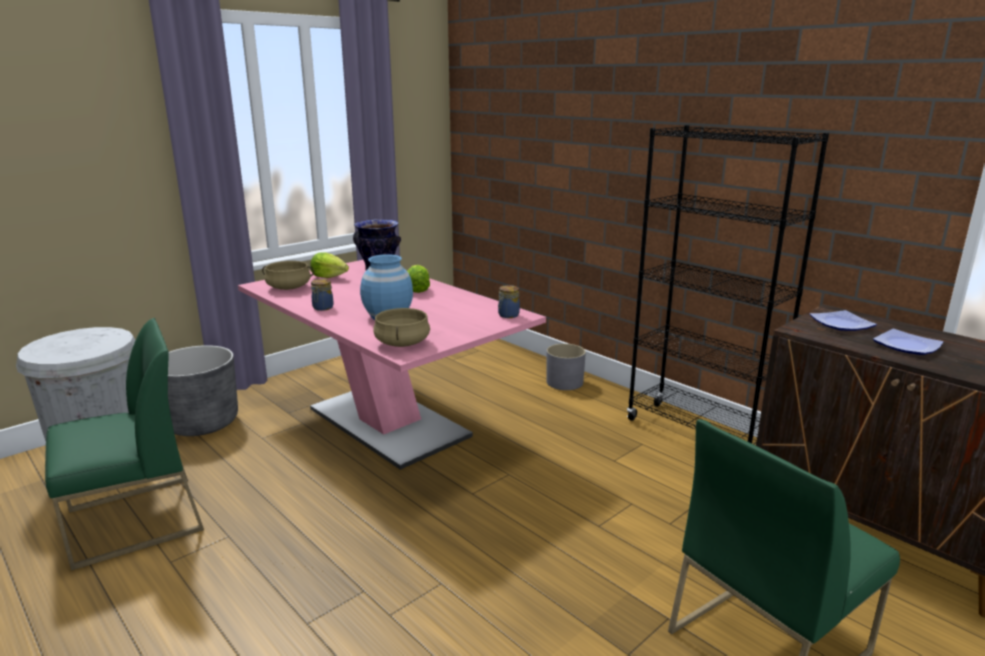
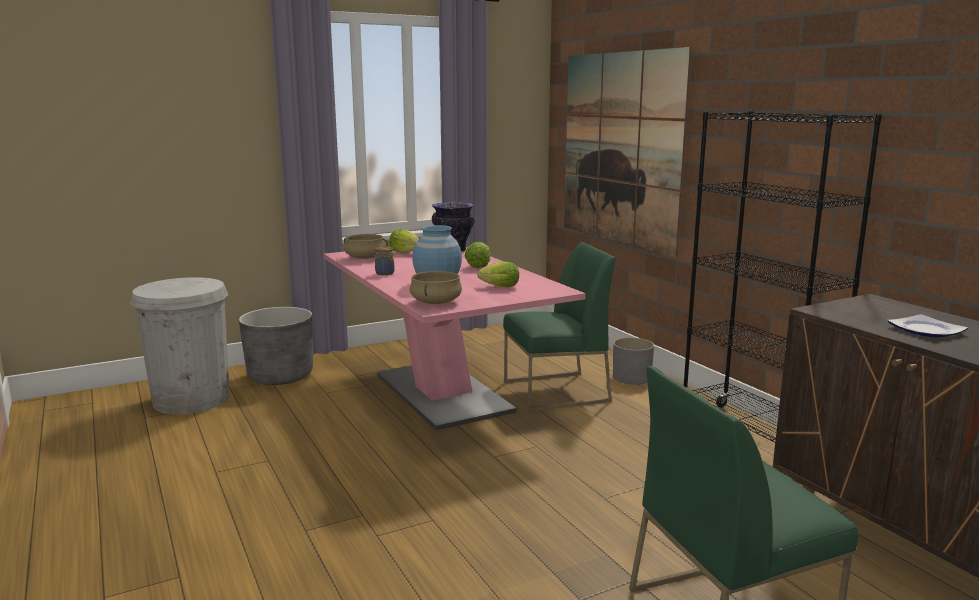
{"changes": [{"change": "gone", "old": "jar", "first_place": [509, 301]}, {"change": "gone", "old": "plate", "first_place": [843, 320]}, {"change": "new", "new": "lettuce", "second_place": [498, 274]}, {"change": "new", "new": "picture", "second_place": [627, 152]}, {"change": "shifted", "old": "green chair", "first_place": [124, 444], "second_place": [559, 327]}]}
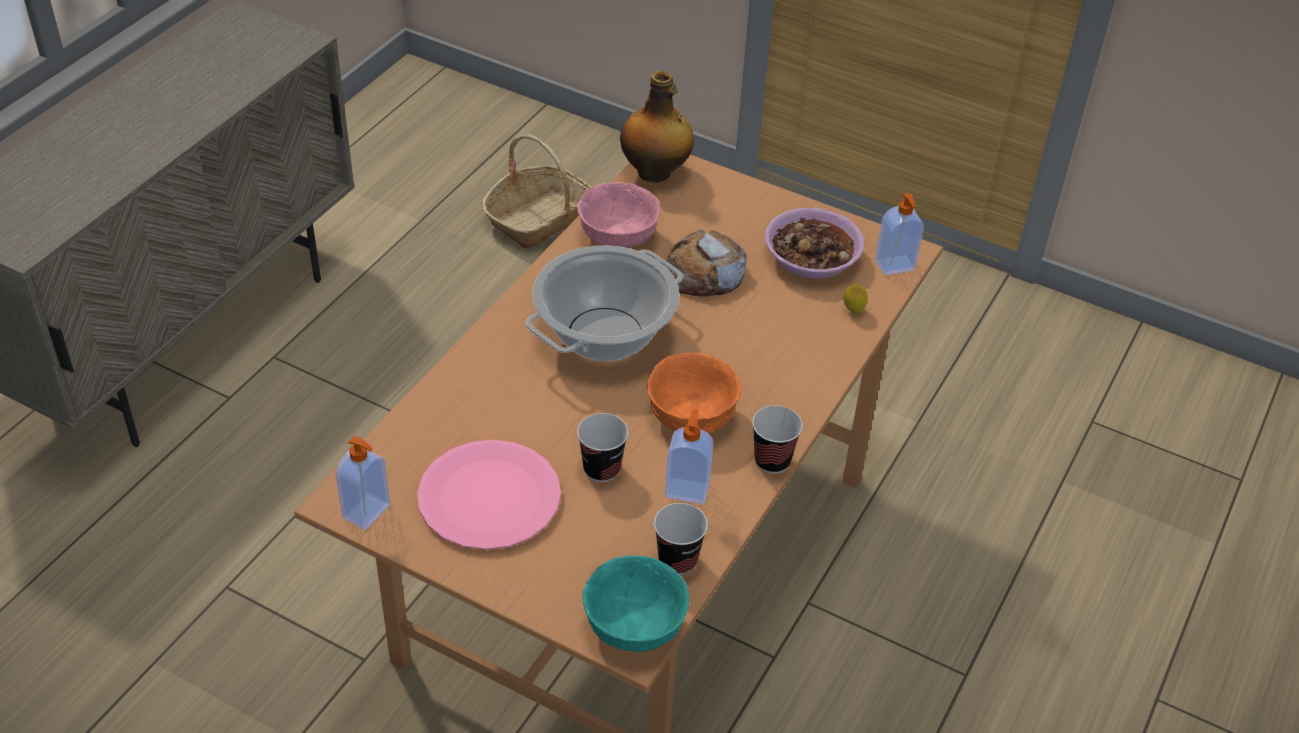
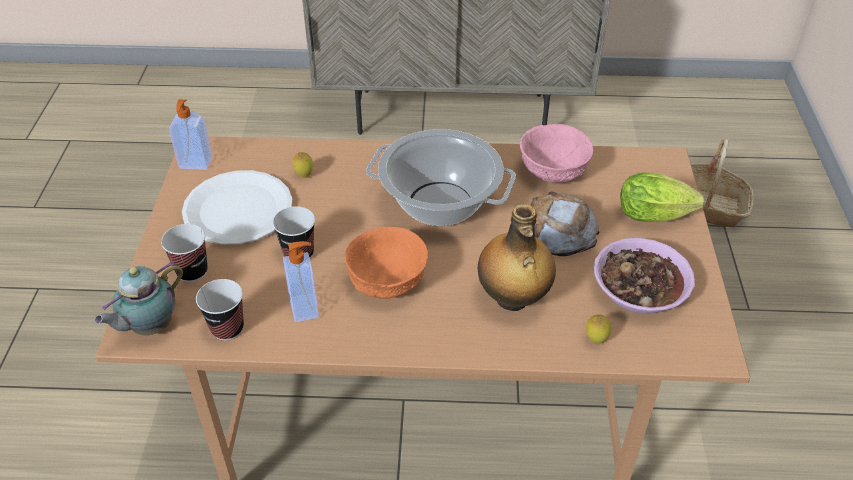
{"changes": [{"change": "gone", "old": "soap dispenser", "first_place": [899, 234]}, {"change": "new", "new": "lemon", "second_place": [303, 165]}, {"change": "new", "new": "lettuce", "second_place": [662, 197]}, {"change": "shifted", "old": "bottle", "first_place": [657, 126], "second_place": [517, 257]}, {"change": "shifted", "old": "cup", "first_place": [777, 439], "second_place": [184, 253]}, {"change": "swapped", "old": "turquoise bowl", "new": "teapot", "first_place": [636, 604], "second_place": [138, 298]}, {"change": "repainted", "old": "pink plate", "new": "white plate", "first_place": [489, 495], "second_place": [237, 207]}]}
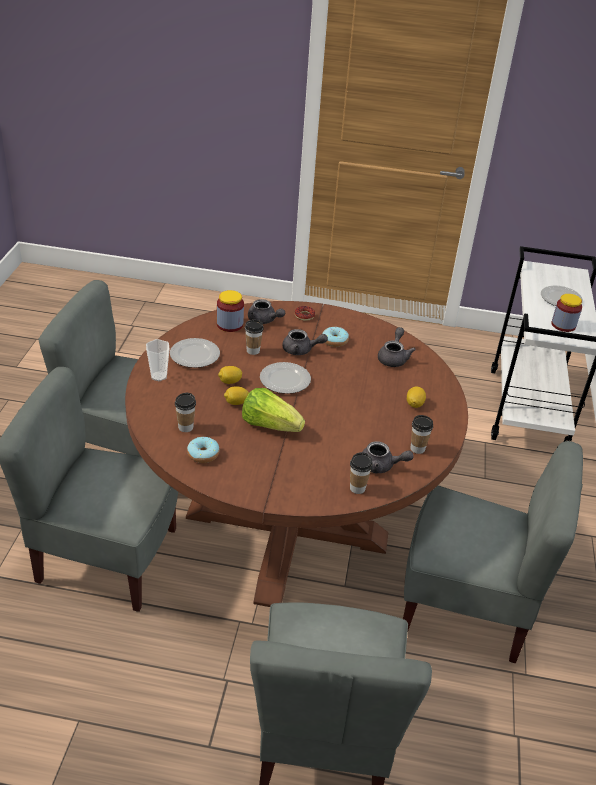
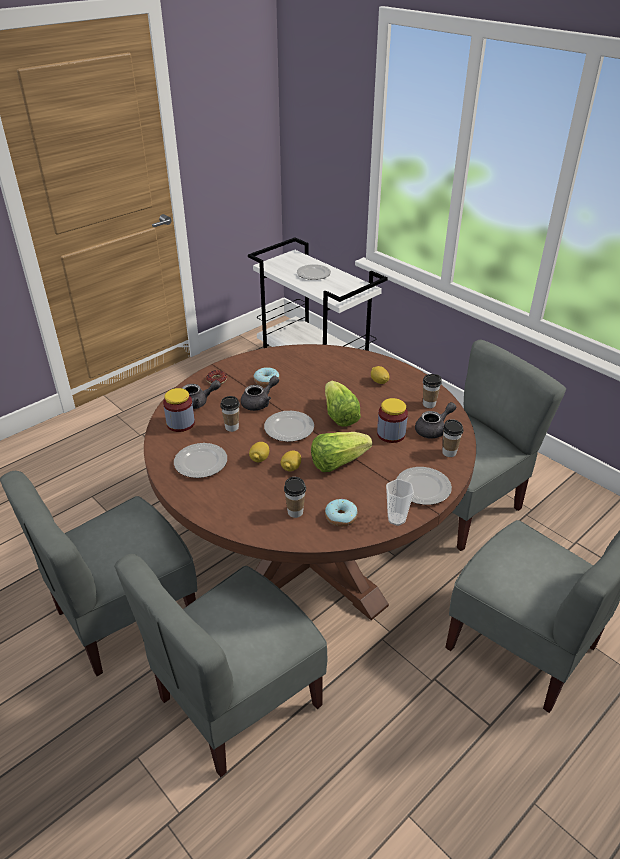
{"changes": [{"change": "gone", "old": "grey teapot", "first_place": [397, 347]}, {"change": "new", "new": "lettuce", "second_place": [343, 404]}, {"change": "new", "new": "plate", "second_place": [424, 486]}, {"change": "shifted", "old": "cup", "first_place": [158, 360], "second_place": [400, 502]}, {"change": "shifted", "old": "jar", "first_place": [566, 313], "second_place": [392, 420]}]}
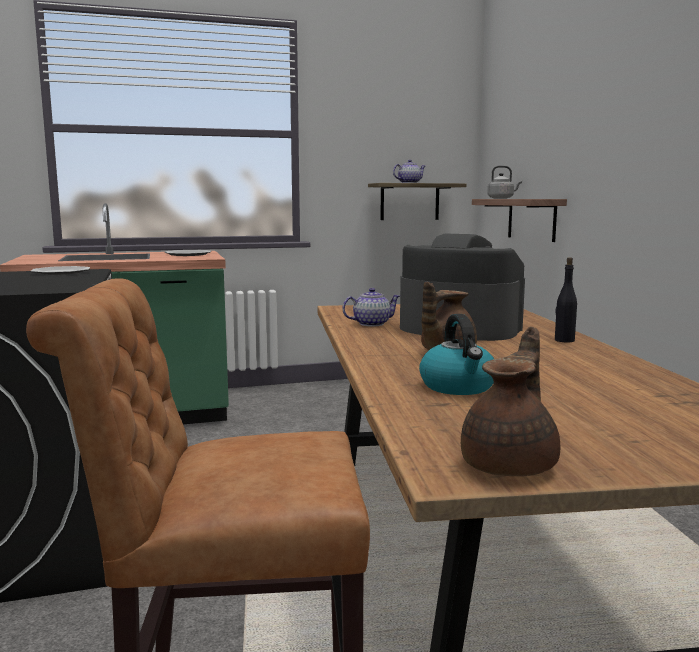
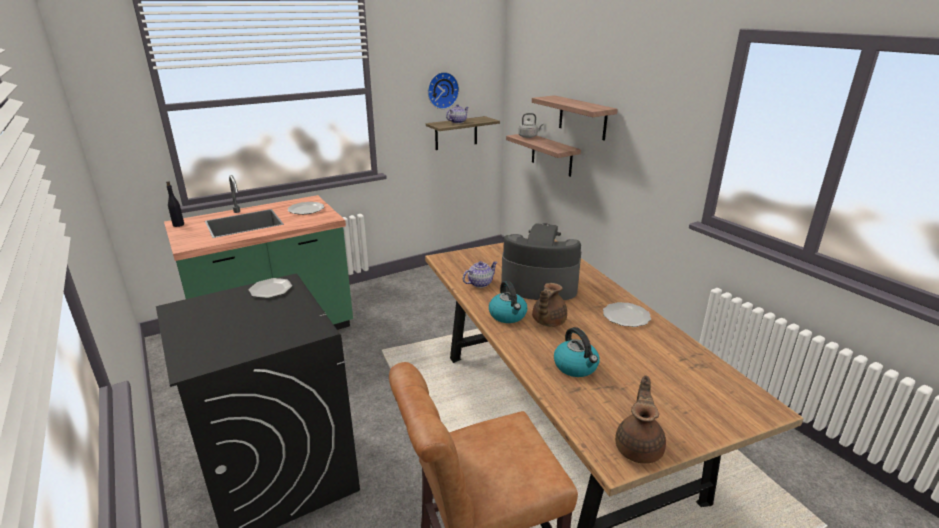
{"changes": [{"change": "new", "new": "wall clock", "second_place": [443, 90]}, {"change": "new", "new": "kettle", "second_place": [508, 302]}, {"change": "new", "new": "shelf", "second_place": [575, 118]}, {"change": "new", "new": "plate", "second_place": [627, 314]}, {"change": "shifted", "old": "black bottle", "first_place": [566, 299], "second_place": [175, 204]}]}
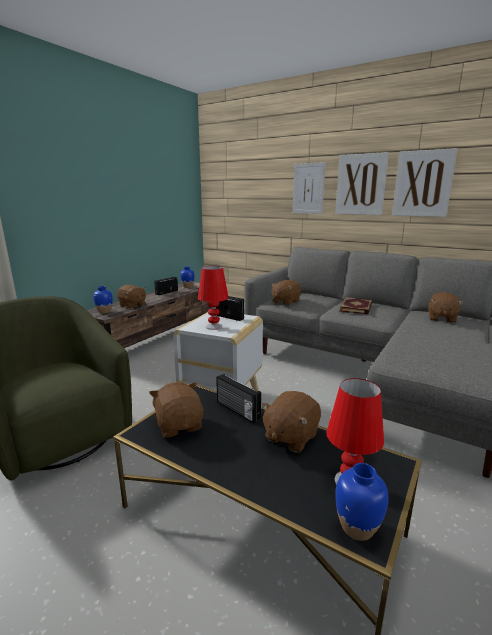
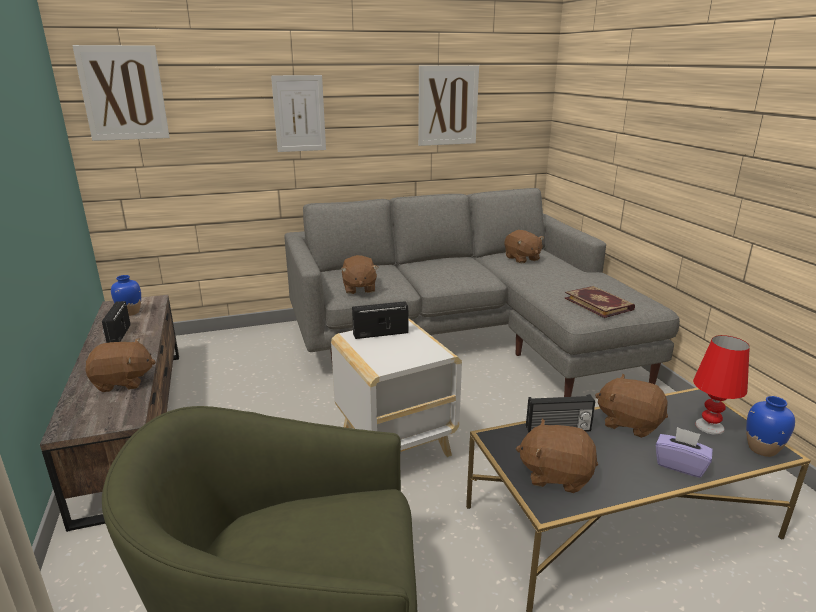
{"changes": [{"change": "gone", "old": "blue vase", "first_place": [103, 299]}, {"change": "gone", "old": "red table lamp", "first_place": [213, 298]}, {"change": "new", "new": "purple tissue box", "second_place": [684, 452]}, {"change": "shifted", "old": "picture", "first_place": [362, 183], "second_place": [121, 93]}, {"change": "shifted", "old": "book", "first_place": [355, 305], "second_place": [600, 302]}, {"change": "rotated", "old": "brown plush toy", "first_place": [291, 422], "second_place": [631, 406], "degrees": 135}]}
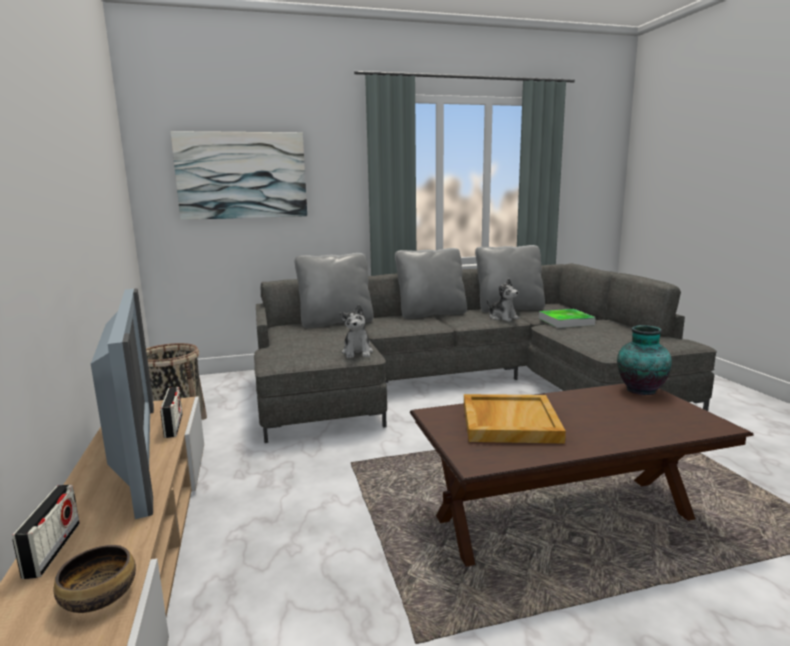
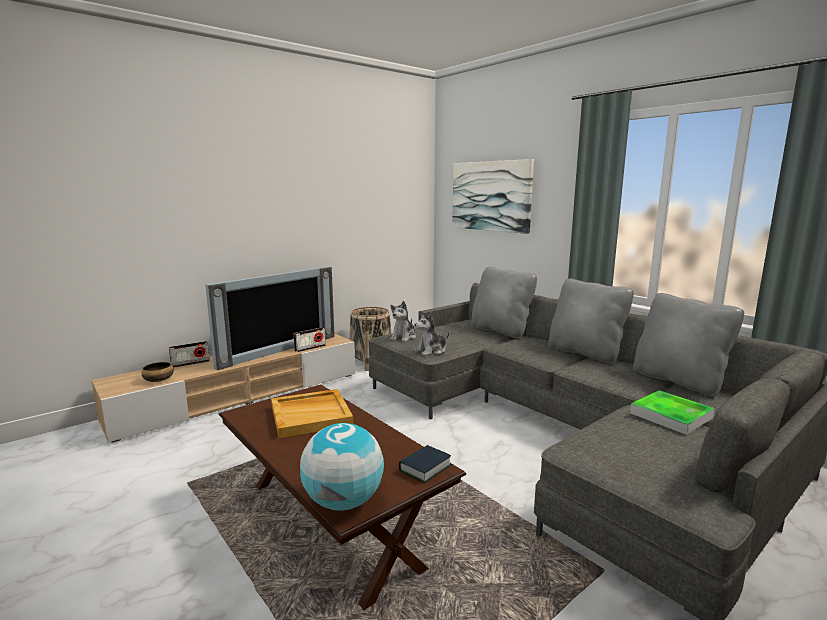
{"changes": [{"change": "new", "new": "globe", "second_place": [342, 467]}, {"change": "shifted", "old": "plush toy", "first_place": [503, 300], "second_place": [403, 321]}, {"change": "swapped", "old": "vase", "new": "book", "first_place": [644, 360], "second_place": [425, 464]}]}
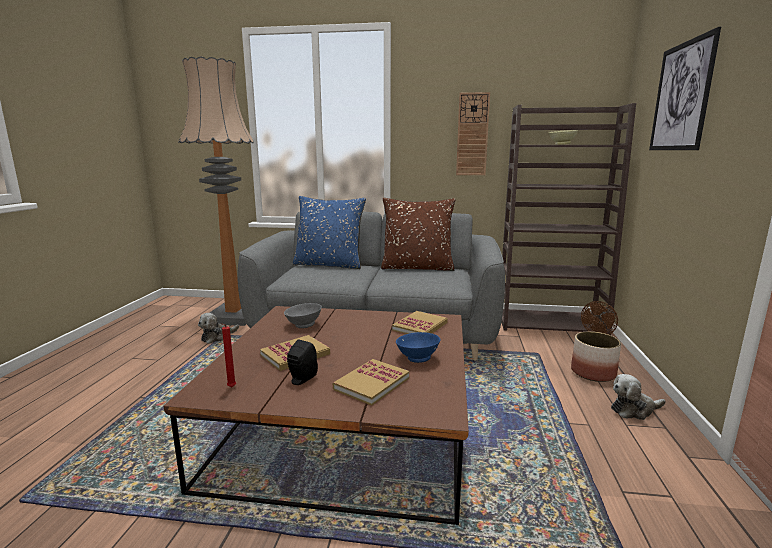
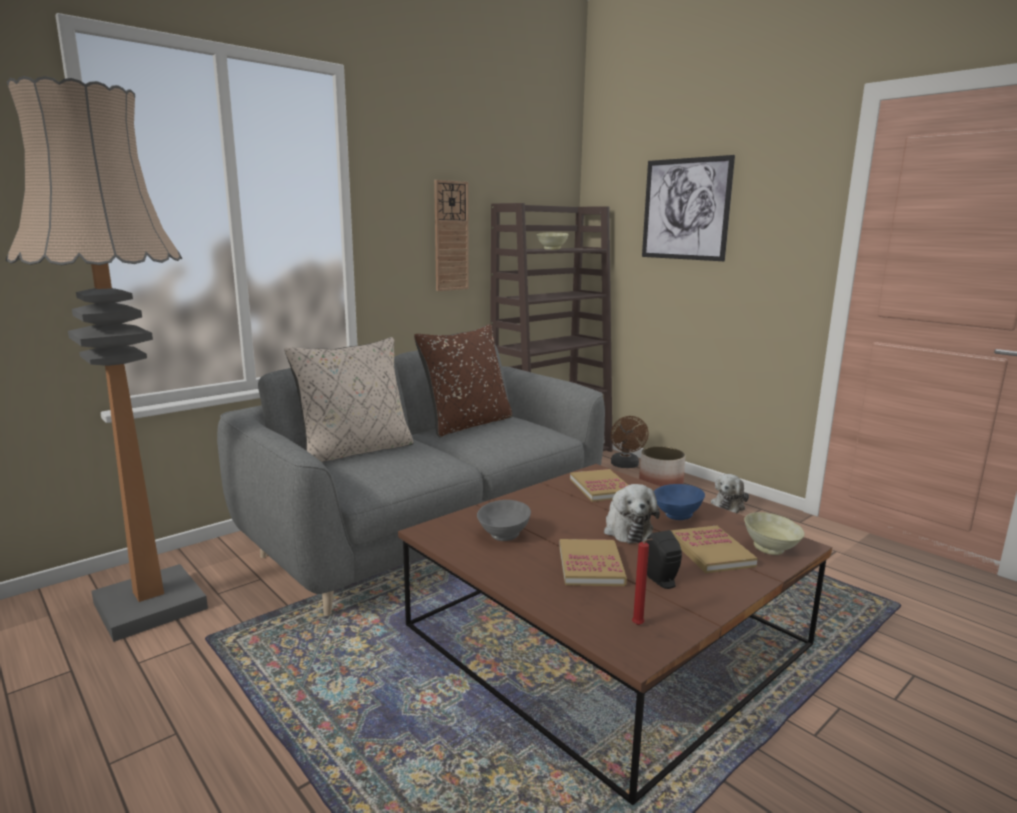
{"changes": [{"change": "new", "new": "beige bowl", "second_place": [774, 533]}, {"change": "shifted", "old": "plush toy", "first_place": [218, 328], "second_place": [632, 514]}, {"change": "repainted", "old": "blue pillow", "new": "beige pillow", "first_place": [329, 232], "second_place": [349, 399]}]}
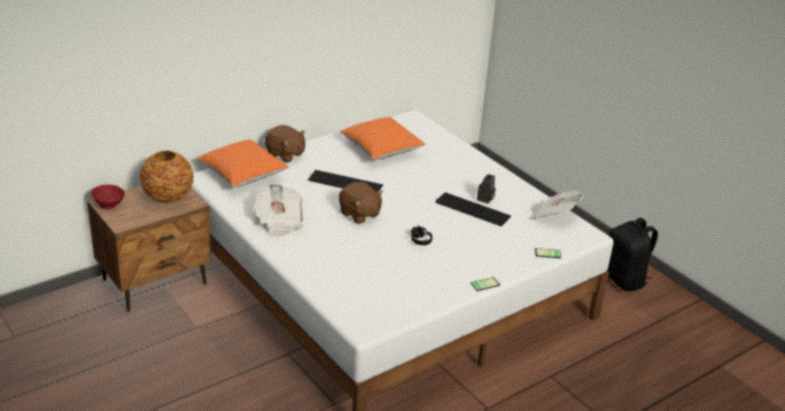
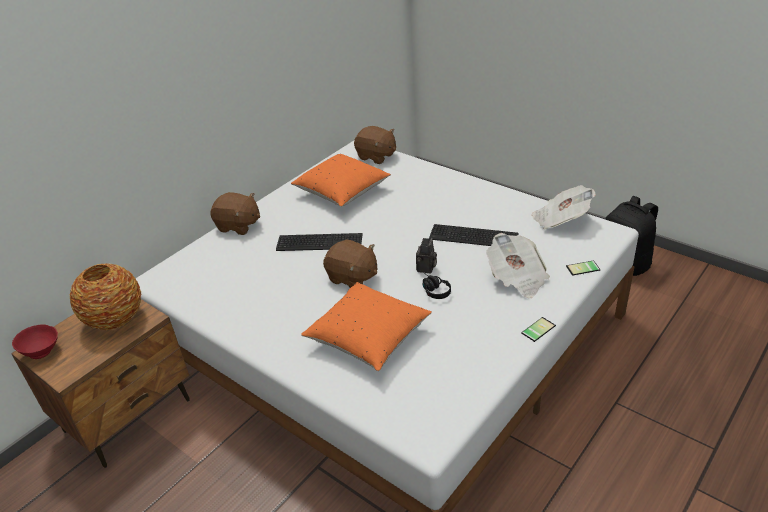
{"changes": [{"change": "new", "new": "brown plush toy", "second_place": [375, 145]}, {"change": "shifted", "old": "orange pillow", "first_place": [243, 163], "second_place": [366, 326]}, {"change": "shifted", "old": "newspaper", "first_place": [279, 210], "second_place": [518, 265]}, {"change": "shifted", "old": "photo camera", "first_place": [486, 189], "second_place": [426, 255]}]}
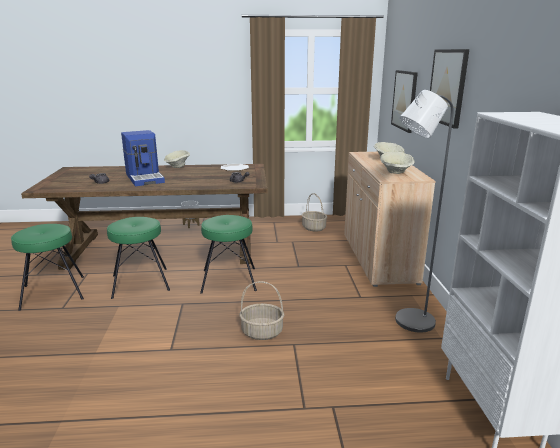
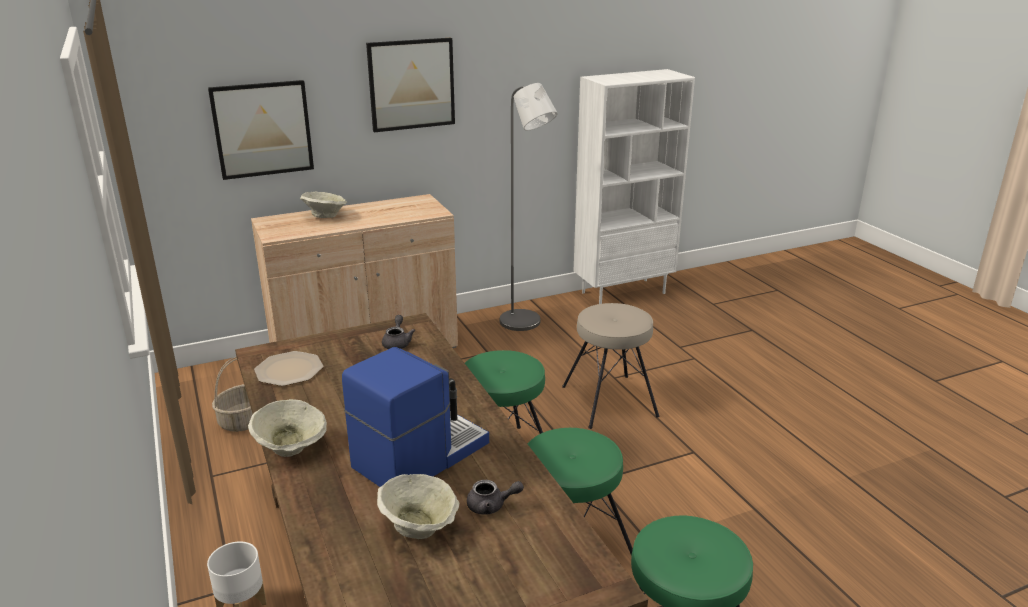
{"changes": [{"change": "shifted", "old": "beige bowl", "first_place": [397, 163], "second_place": [418, 506]}, {"change": "swapped", "old": "basket", "new": "beige stool", "first_place": [261, 310], "second_place": [611, 366]}]}
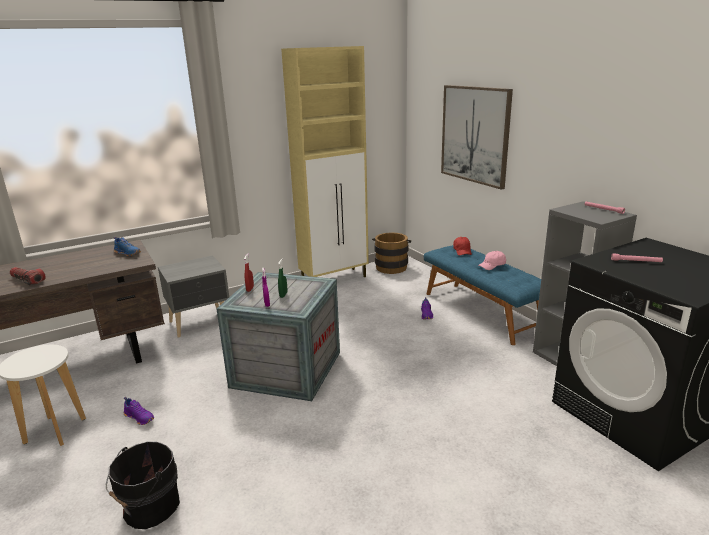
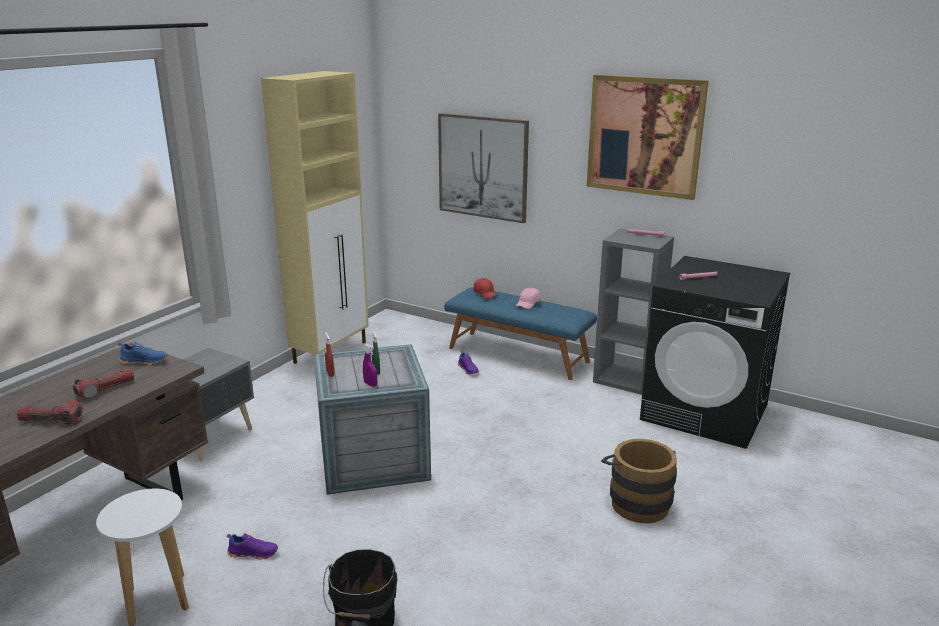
{"changes": [{"change": "new", "new": "flashlight", "second_place": [103, 383]}, {"change": "new", "new": "picture", "second_place": [648, 137]}, {"change": "shifted", "old": "brown bucket", "first_place": [391, 253], "second_place": [639, 481]}]}
